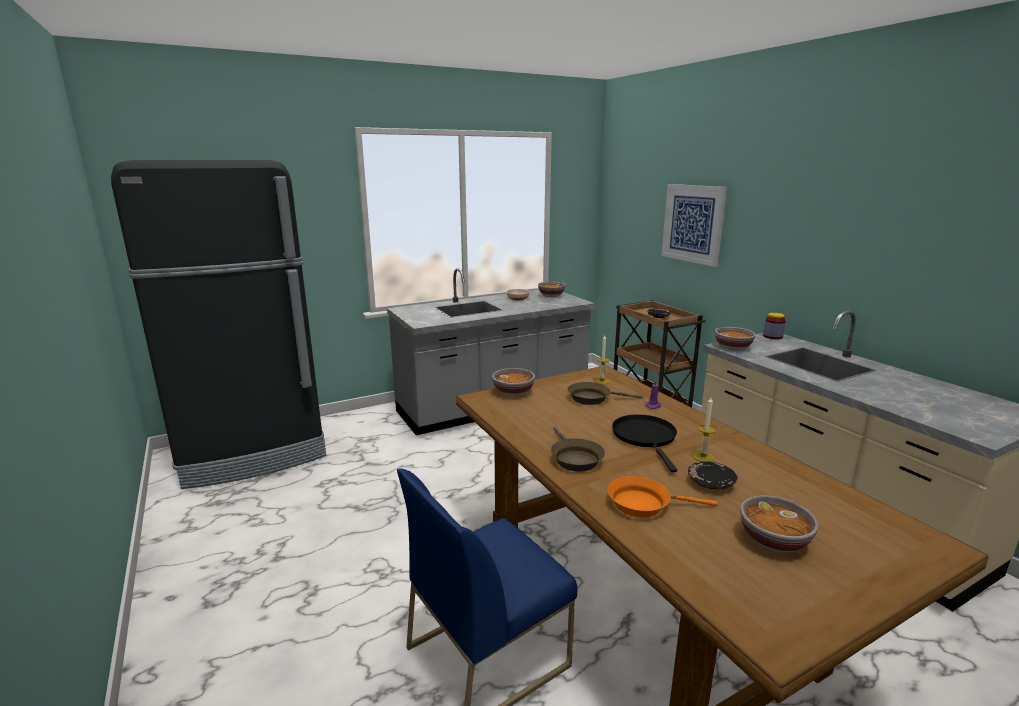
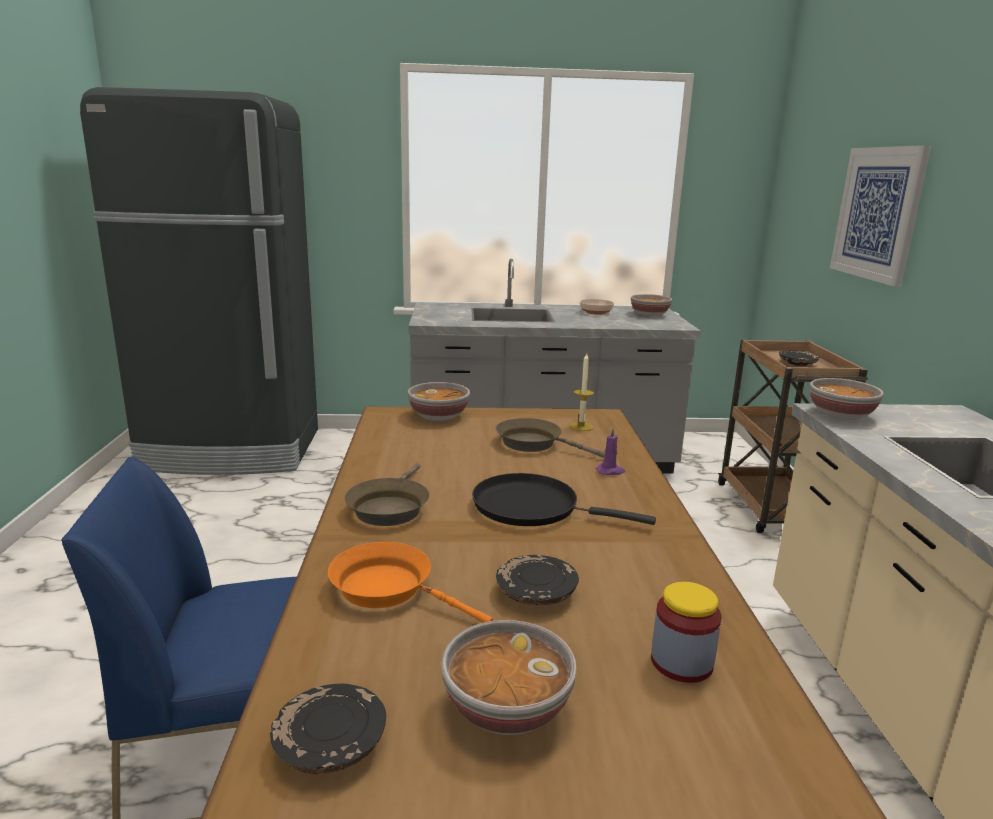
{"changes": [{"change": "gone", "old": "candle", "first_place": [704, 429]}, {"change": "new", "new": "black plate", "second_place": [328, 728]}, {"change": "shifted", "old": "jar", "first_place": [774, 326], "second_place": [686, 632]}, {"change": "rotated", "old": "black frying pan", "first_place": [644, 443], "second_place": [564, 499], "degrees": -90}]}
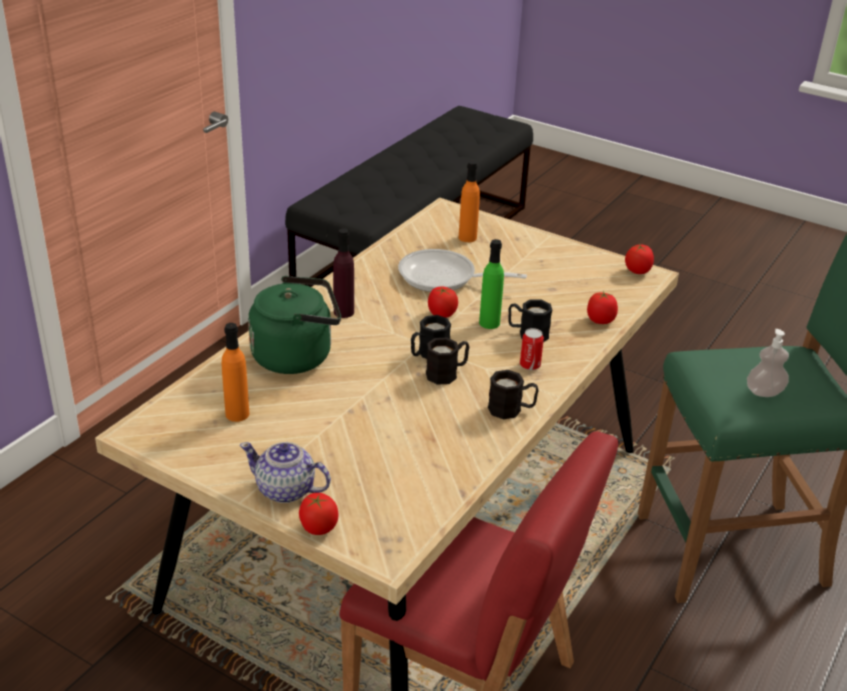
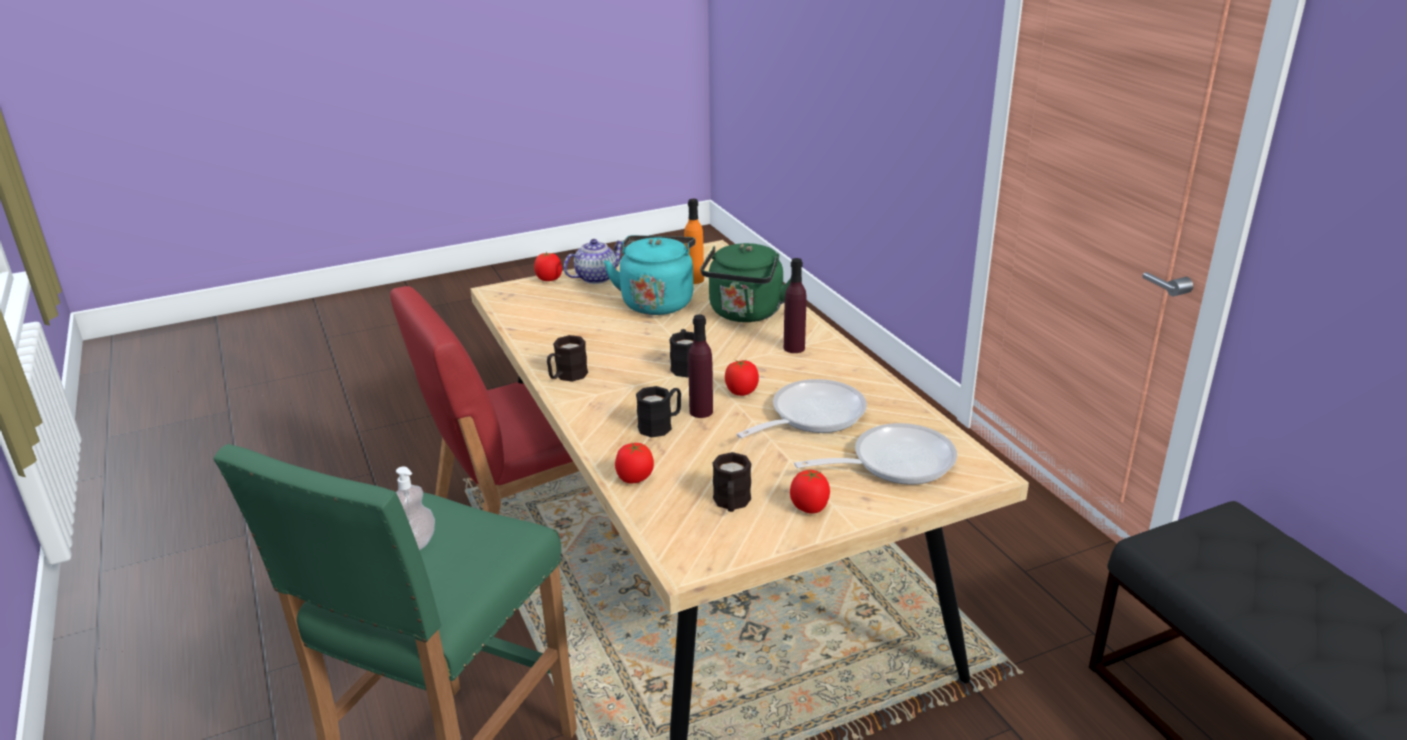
{"changes": [{"change": "gone", "old": "can", "first_place": [532, 349]}, {"change": "new", "new": "turquoise kettle", "second_place": [650, 275]}, {"change": "shifted", "old": "black mug", "first_place": [447, 361], "second_place": [732, 482]}, {"change": "shifted", "old": "tomato", "first_place": [639, 258], "second_place": [810, 492]}, {"change": "swapped", "old": "orange bottle", "new": "frying pan", "first_place": [469, 201], "second_place": [875, 454]}, {"change": "repainted", "old": "green bottle", "new": "purple bottle", "first_place": [491, 284], "second_place": [700, 366]}]}
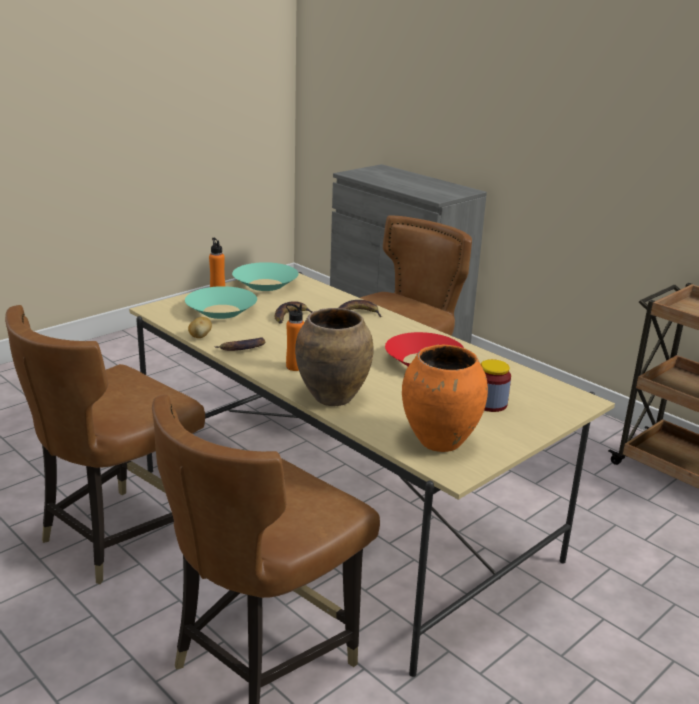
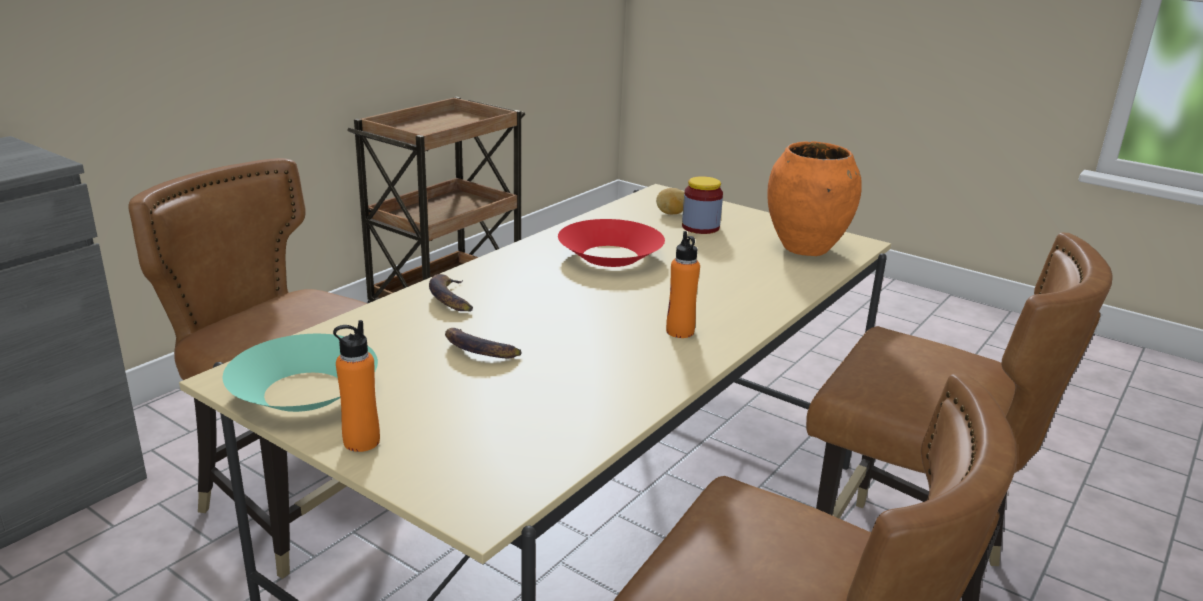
{"changes": [{"change": "gone", "old": "turquoise bowl", "first_place": [221, 302]}, {"change": "gone", "old": "banana", "first_place": [240, 344]}, {"change": "gone", "old": "brown vase", "first_place": [334, 357]}, {"change": "shifted", "old": "potato", "first_place": [200, 327], "second_place": [670, 201]}]}
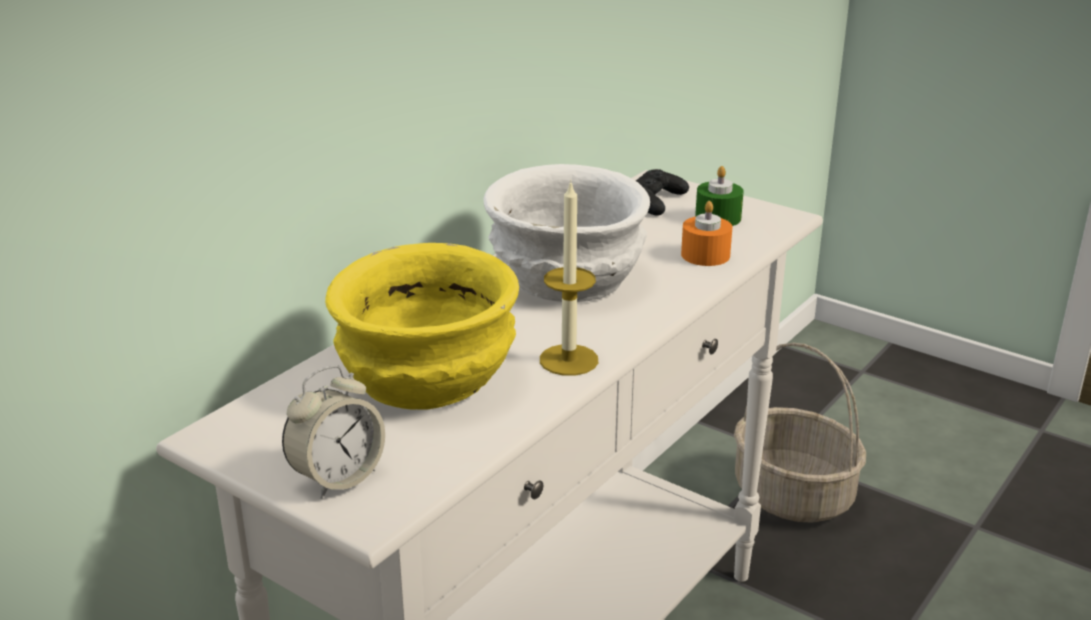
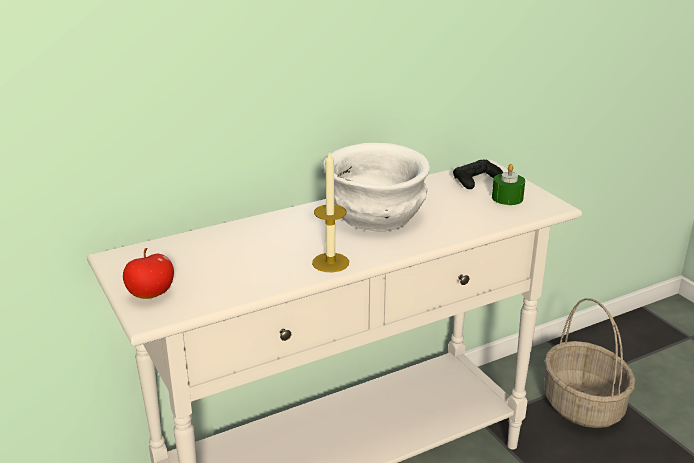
{"changes": [{"change": "gone", "old": "yellow bowl", "first_place": [422, 326]}, {"change": "gone", "old": "orange candle", "first_place": [707, 233]}, {"change": "swapped", "old": "alarm clock", "new": "apple", "first_place": [333, 432], "second_place": [148, 273]}]}
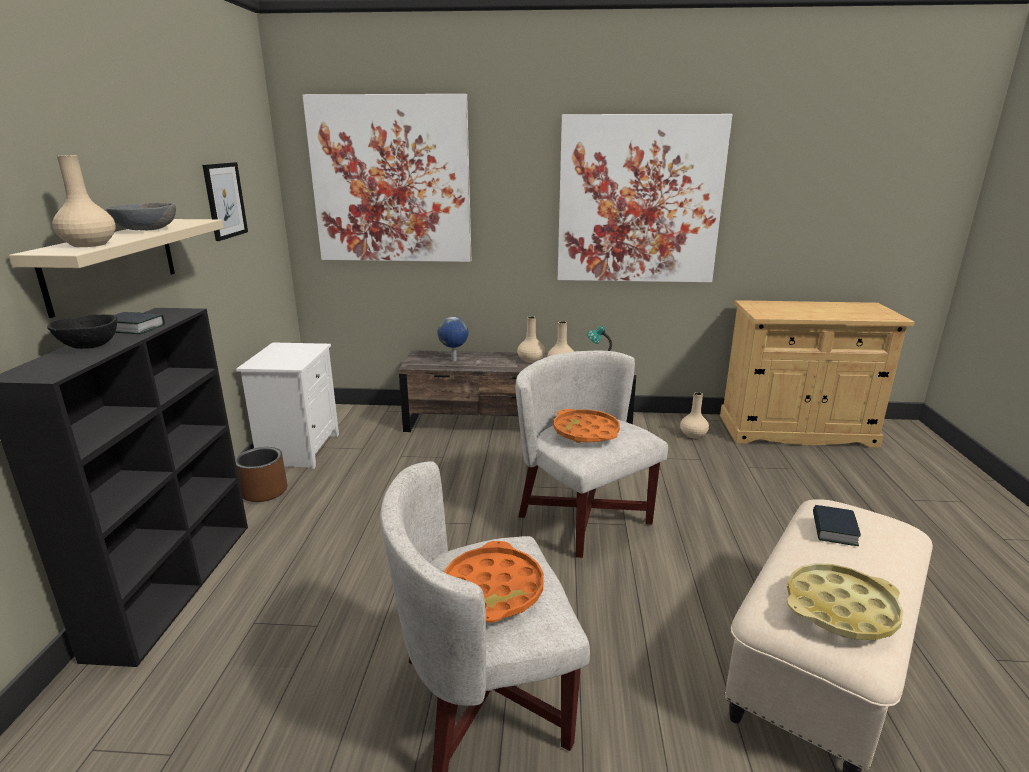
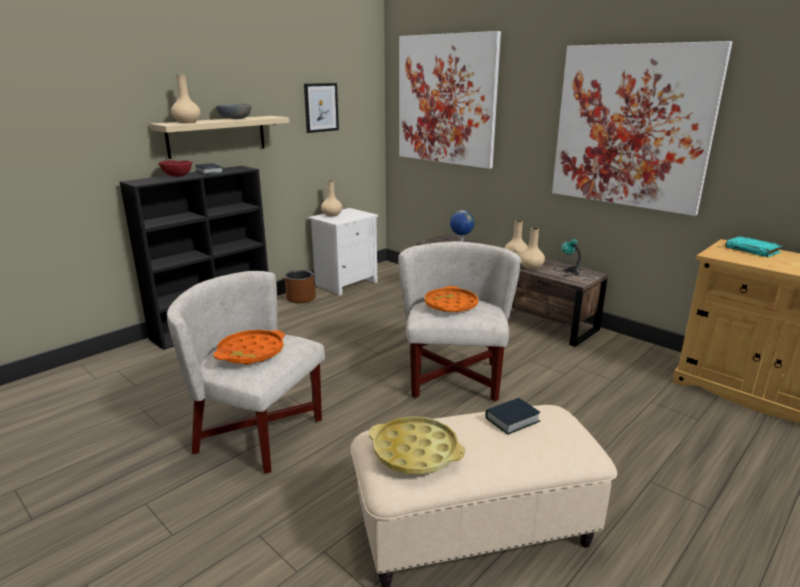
{"changes": [{"change": "new", "new": "turquoise book", "second_place": [754, 246]}, {"change": "shifted", "old": "beige vase", "first_place": [694, 415], "second_place": [331, 198]}, {"change": "repainted", "old": "black bowl", "new": "red bowl", "first_place": [82, 331], "second_place": [175, 168]}]}
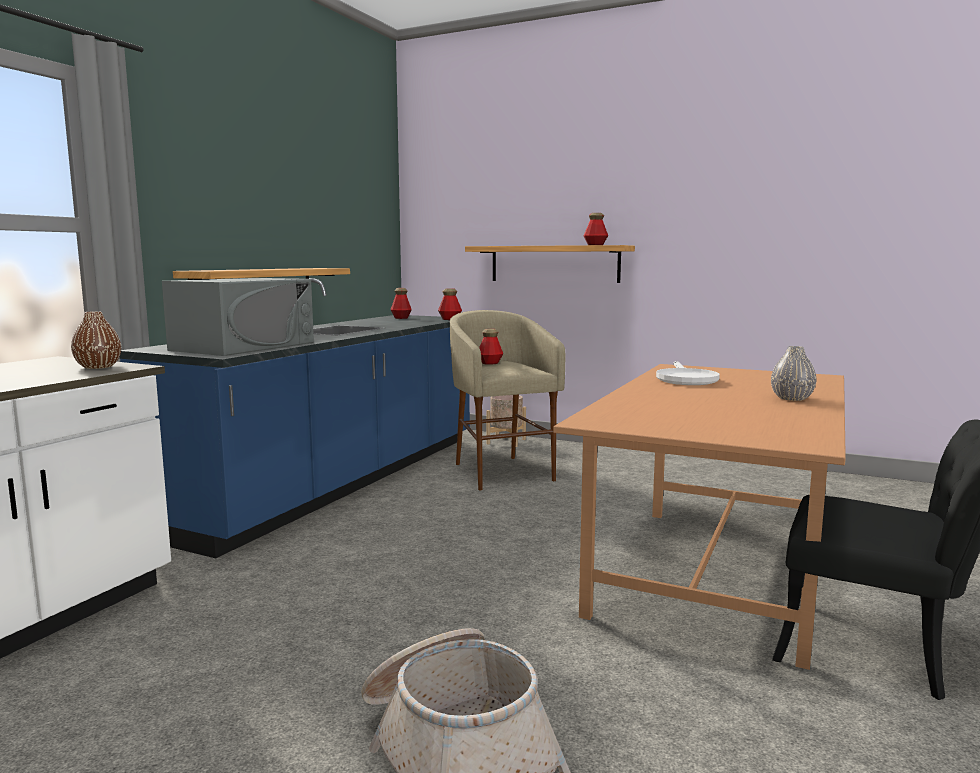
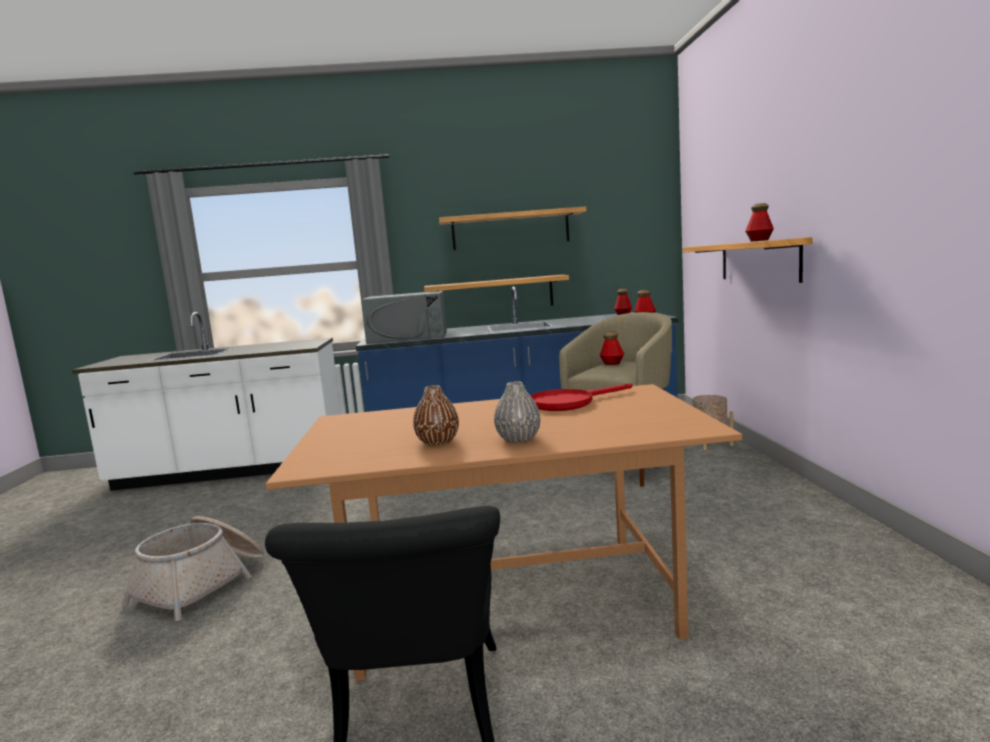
{"changes": [{"change": "new", "new": "shelf", "second_place": [512, 228]}, {"change": "shifted", "old": "brown vase", "first_place": [96, 340], "second_place": [436, 415]}, {"change": "repainted", "old": "white frying pan", "new": "red frying pan", "first_place": [688, 373], "second_place": [581, 397]}]}
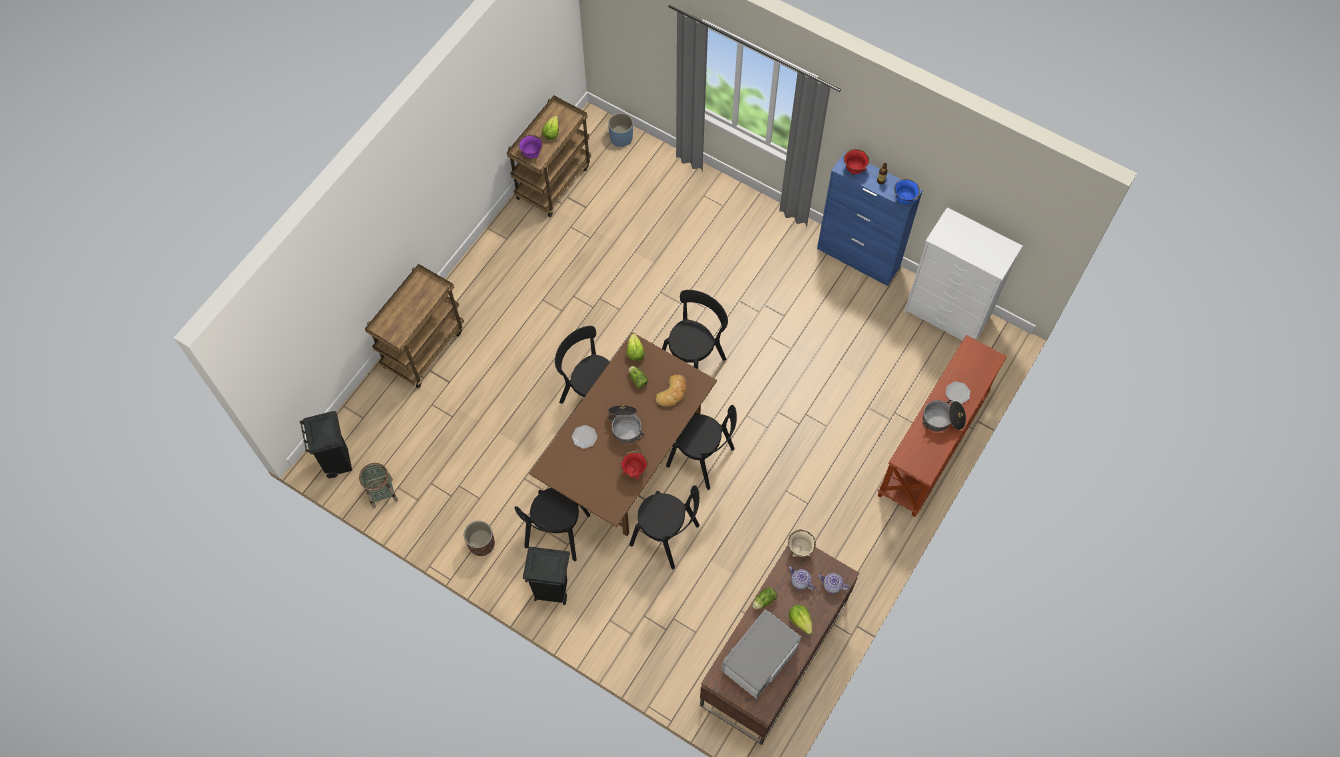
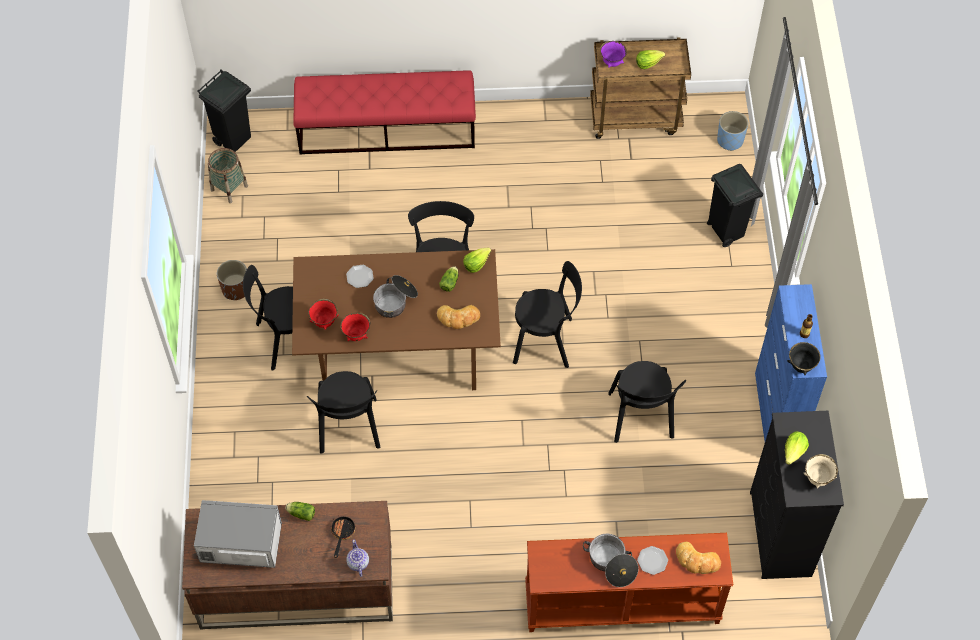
{"changes": [{"change": "new", "new": "bread", "second_place": [698, 558]}, {"change": "shifted", "old": "black trash can", "first_place": [546, 576], "second_place": [735, 205]}, {"change": "shifted", "old": "black chair", "first_place": [701, 447], "second_place": [647, 402]}, {"change": "shifted", "old": "beige bowl", "first_place": [802, 543], "second_place": [820, 471]}, {"change": "shifted", "old": "lettuce", "first_place": [800, 620], "second_place": [797, 448]}, {"change": "shifted", "old": "red bowl", "first_place": [856, 162], "second_place": [323, 314]}, {"change": "swapped", "old": "brown cart", "new": "red bench", "first_place": [414, 326], "second_place": [384, 112]}, {"change": "swapped", "old": "teapot", "new": "frying pan", "first_place": [802, 578], "second_place": [343, 537]}, {"change": "repainted", "old": "blue bowl", "new": "black bowl", "first_place": [907, 191], "second_place": [804, 359]}, {"change": "repainted", "old": "white dresser", "new": "black dresser", "first_place": [963, 274], "second_place": [797, 495]}]}
